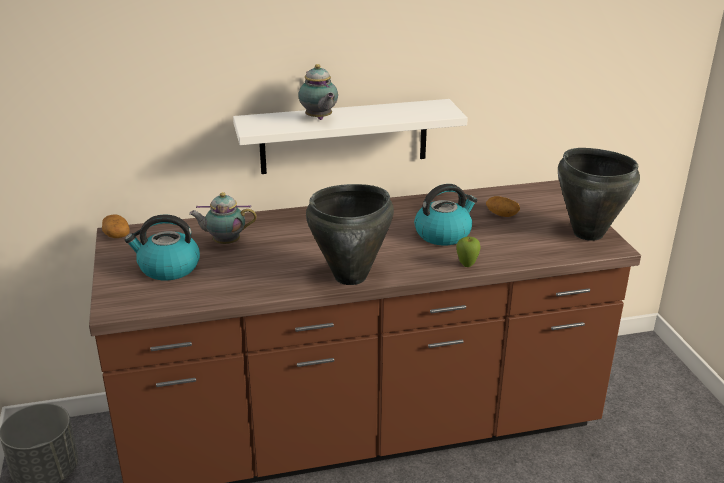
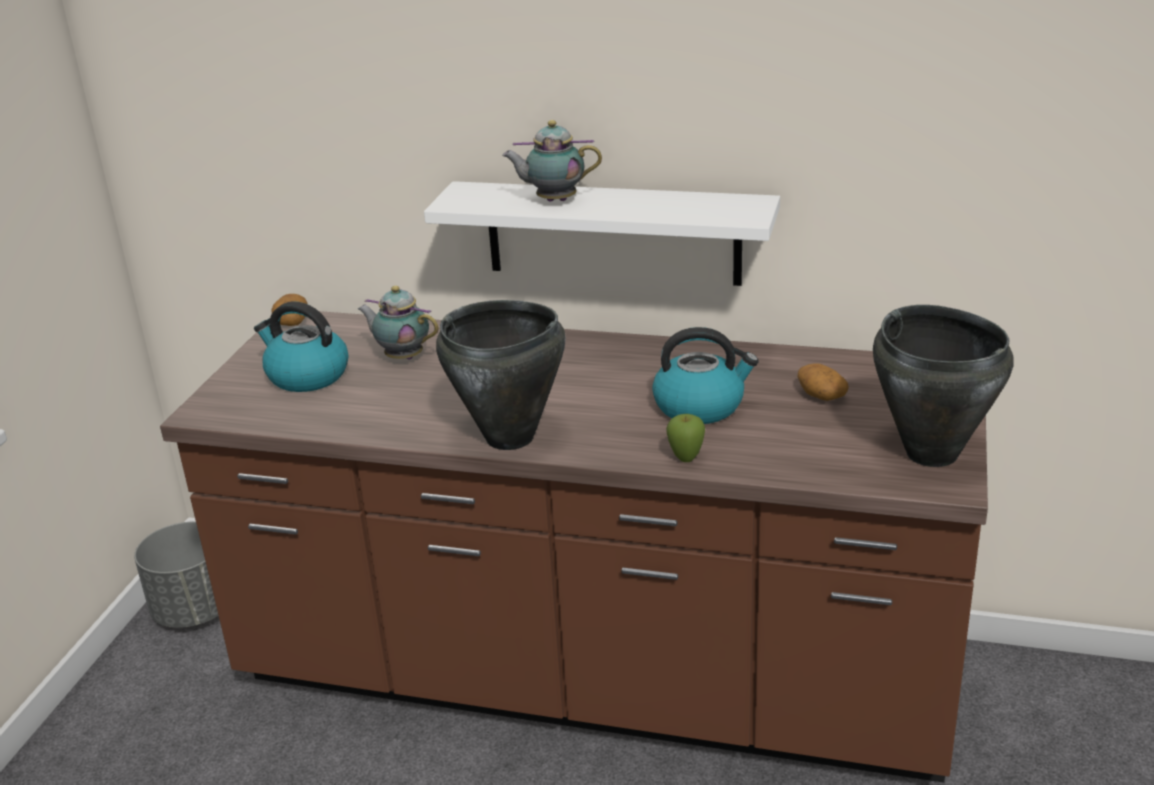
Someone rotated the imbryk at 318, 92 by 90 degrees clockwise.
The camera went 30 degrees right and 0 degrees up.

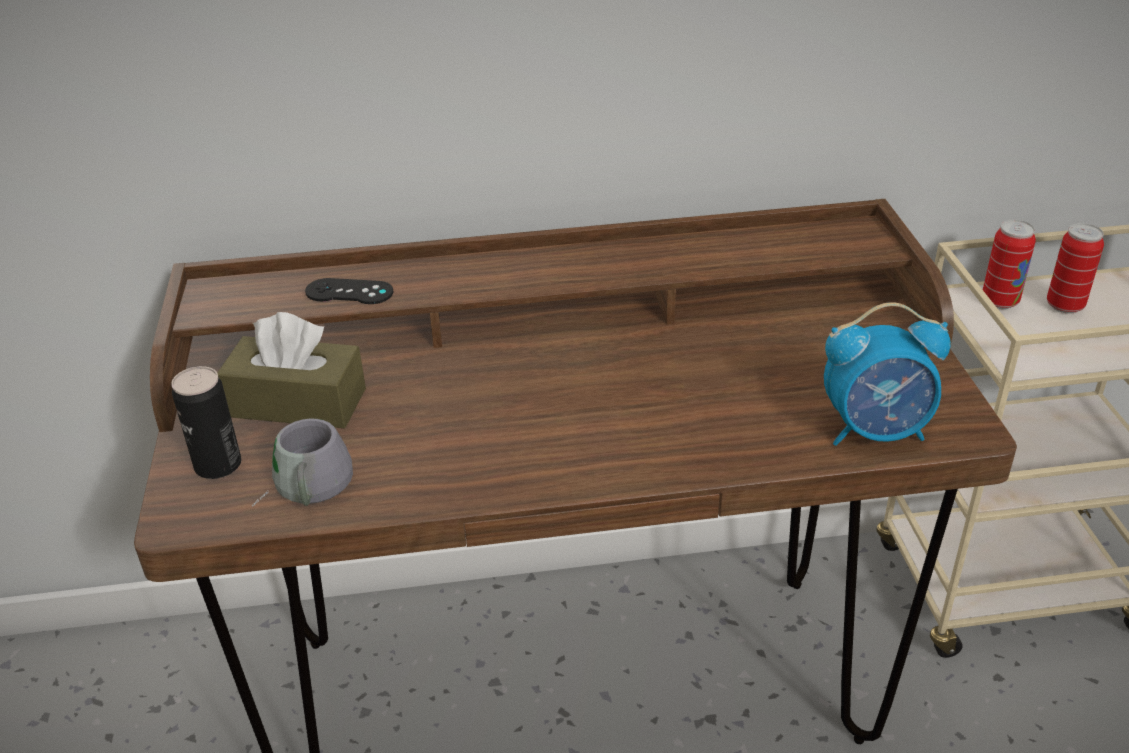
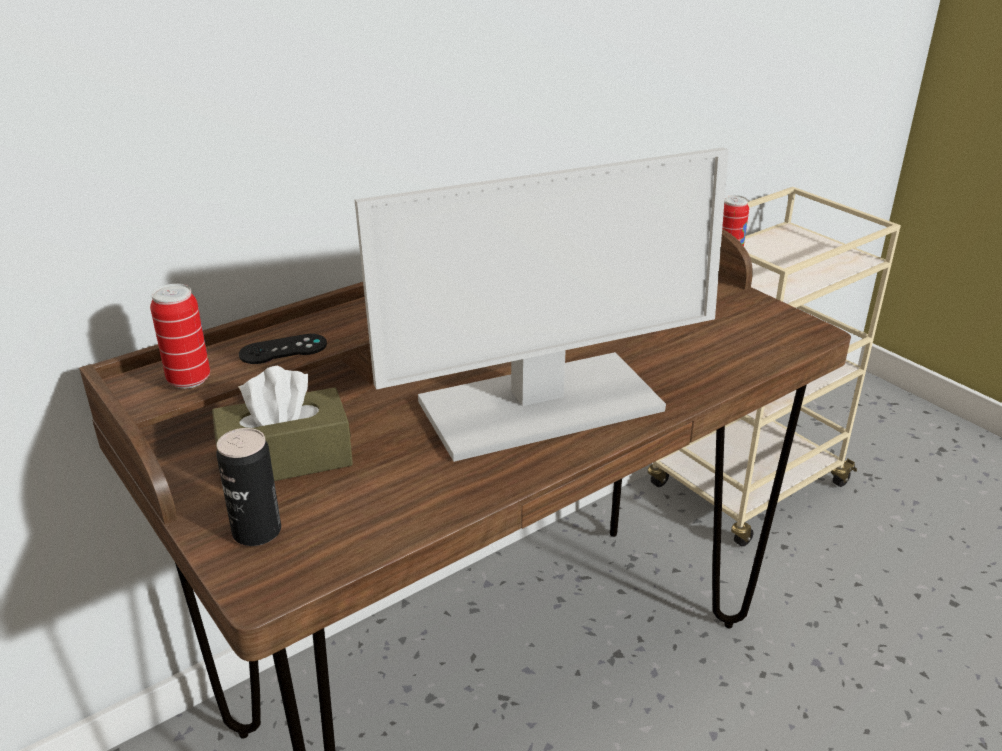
Someone carried the puszka from 1075, 268 to 180, 336.
Someone put down the monitor at 542, 304.
Someone took away the kubek [szary] at 302, 463.
Someone took away the budzik at 887, 374.
The camera went 30 degrees left and 5 degrees down.

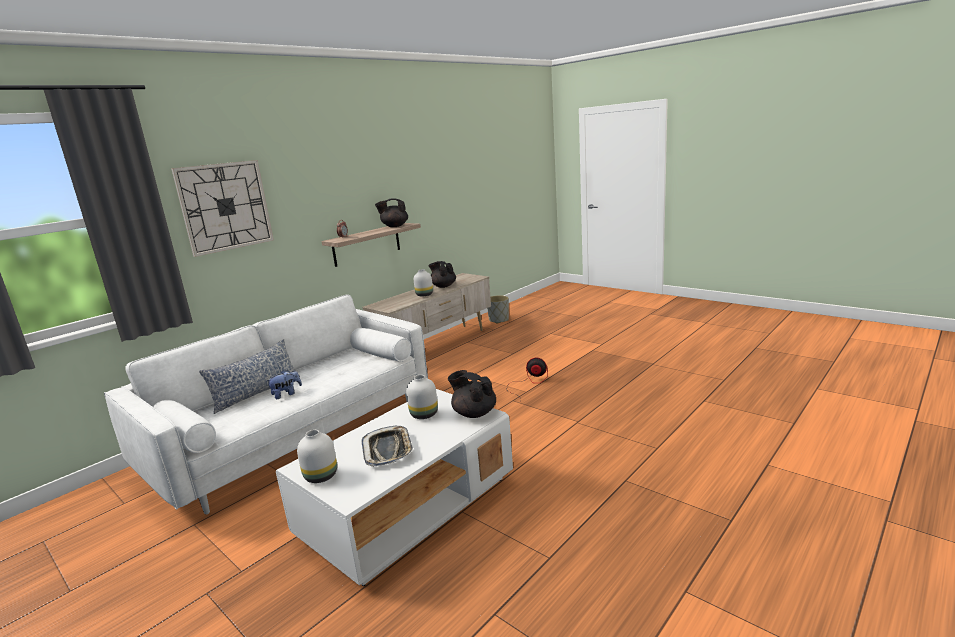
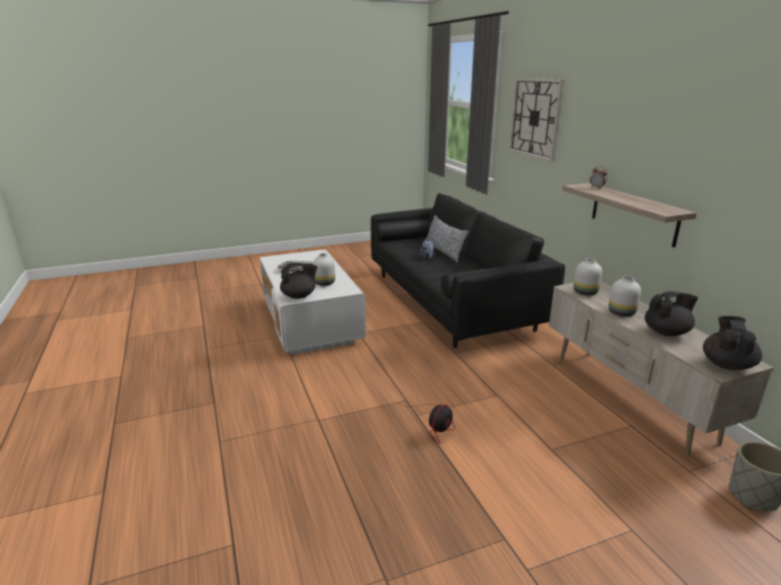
Someone repainted the kanapa [biały] at 266, 404, which became the kanapa [czarny] at 468, 270.
Someone carried the wazon [biały] from 317, 456 to 588, 277.
Someone carried the imbryk [czarny] from 391, 212 to 732, 343.
The camera went 115 degrees right and 5 degrees up.

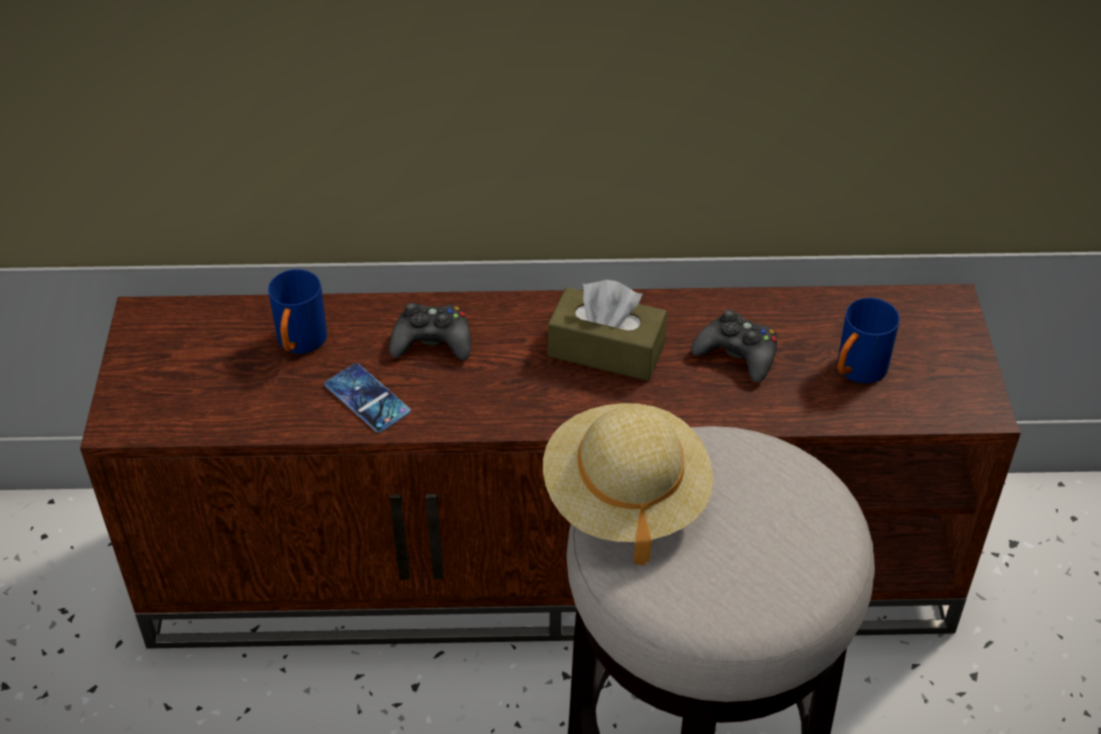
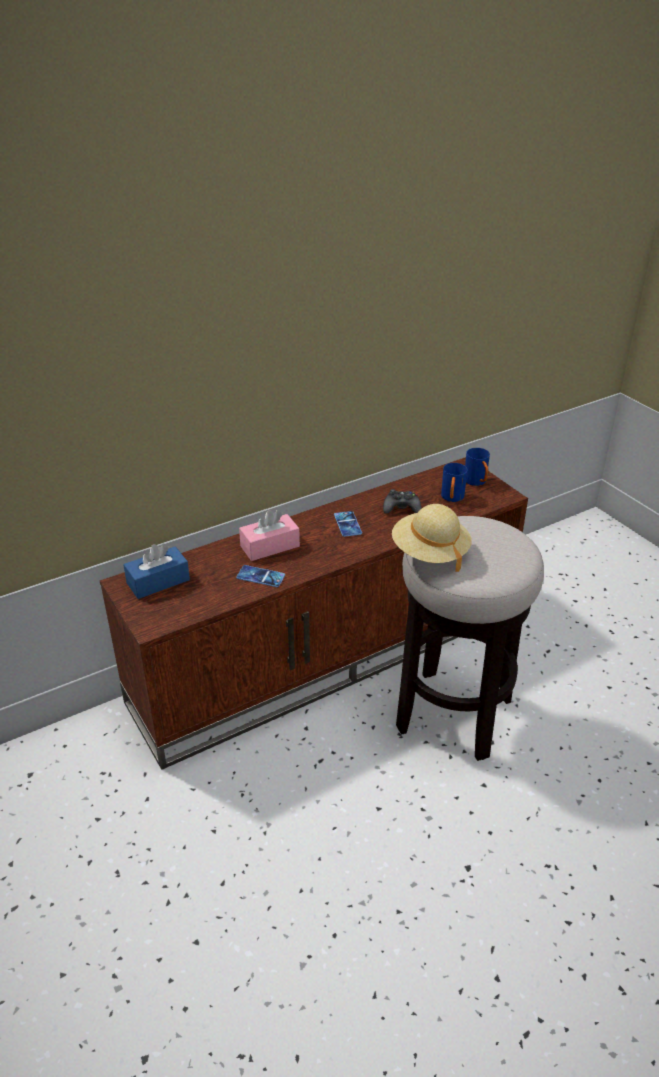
Someone put down the pudełko chusteczek [niebieski] at 157, 571.
Someone swapped the pad do gier [czarny] at 430, 331 for the pudełko chusteczek [różowy] at 269, 535.
Someone swapped the pudełko chusteczek [brązowy] at 607, 330 for the telefon at 348, 524.
Someone carried the kubek [niebieski] from 297, 311 to 477, 467.
The camera went 30 degrees left and 10 degrees down.

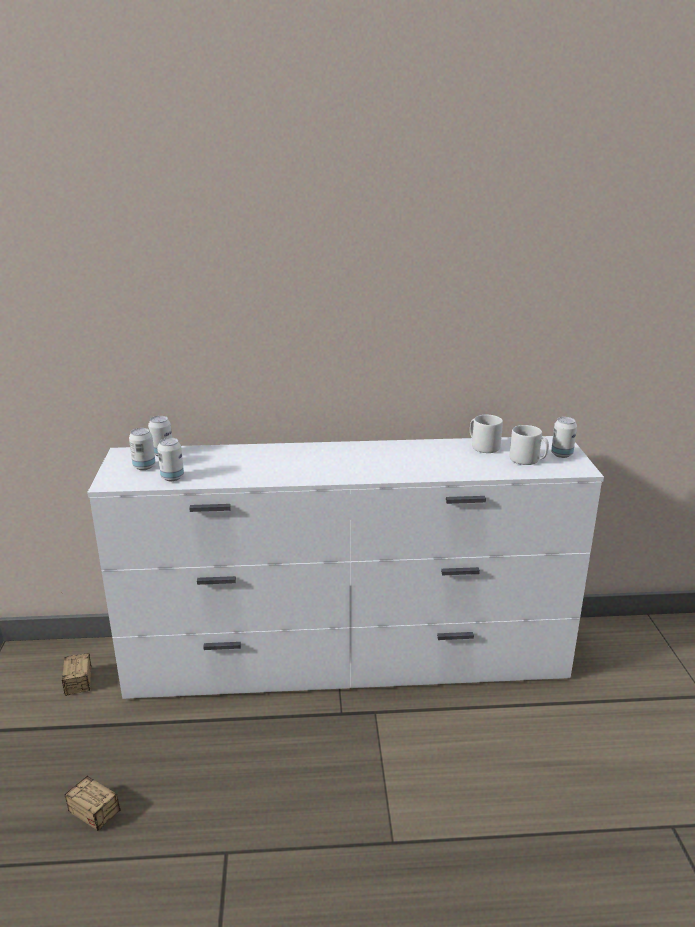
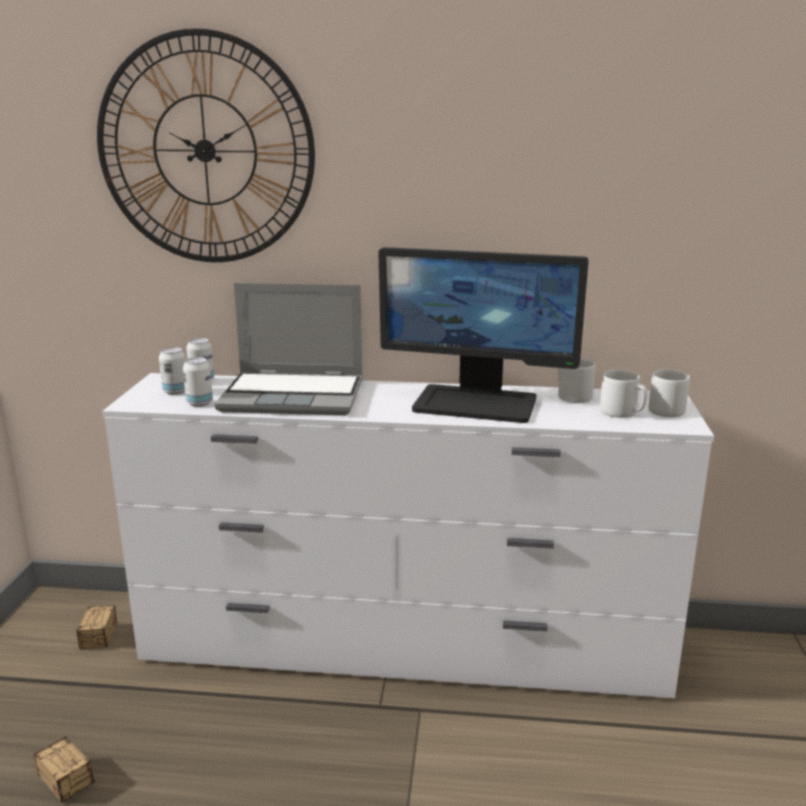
Someone put up the zegar ścienny at 206, 145.
Someone put down the laptop at 289, 349.
Someone put down the monitor at 483, 335.
Someone swapped the puszka at 564, 437 for the kubek [szary] at 669, 393.
The camera went 10 degrees right and 5 degrees down.

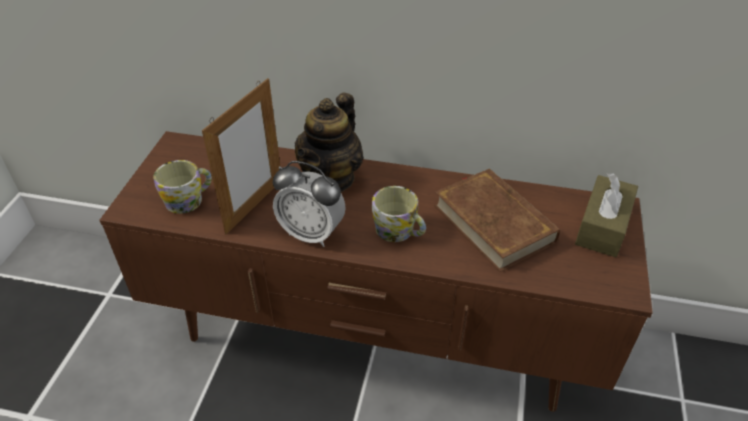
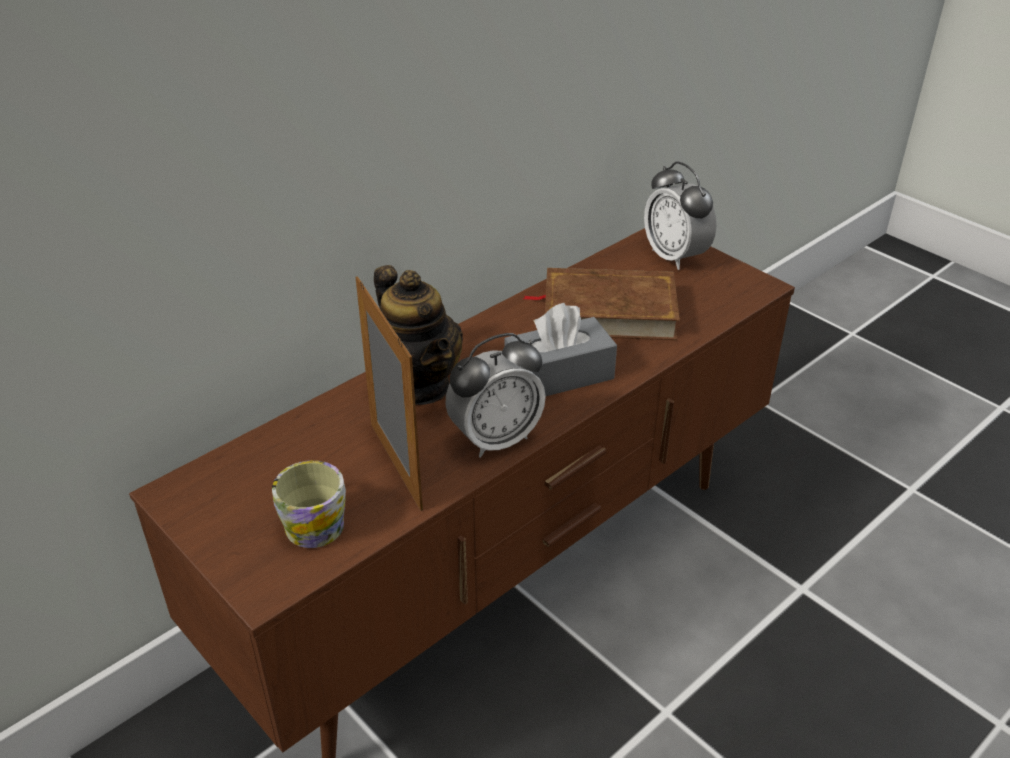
Someone swapped the kubek at 399, 214 for the pudełko chusteczek [szary] at 560, 349.
Someone swapped the pudełko chusteczek [brązowy] at 606, 215 for the budzik at 680, 216.
The camera went 55 degrees left and 5 degrees down.

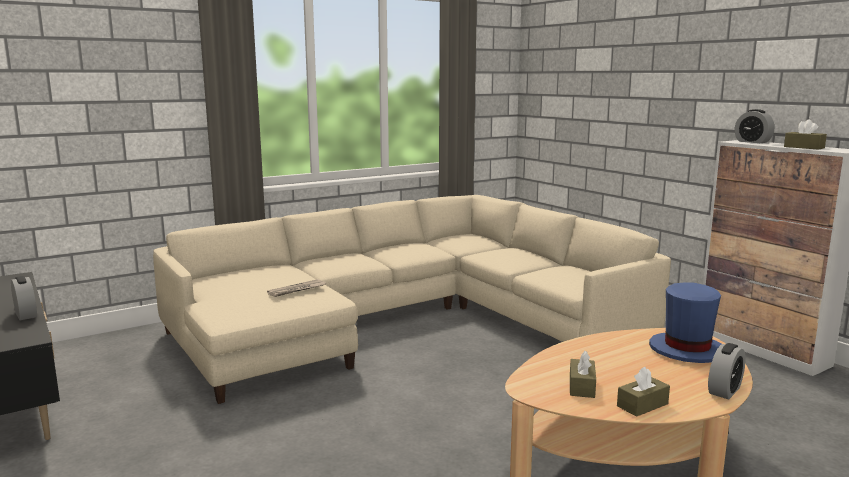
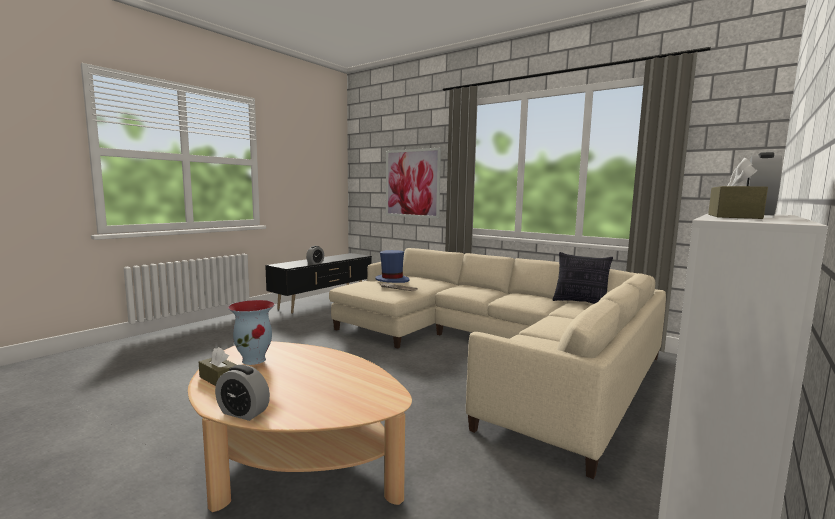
Someone swapped the pudełko chusteczek [brązowy] at 583, 374 for the wazon at 251, 332.
Someone carried the kapelusz [niebieski] from 685, 323 to 392, 266.
Someone put up the obraz at 413, 183.
Someone put down the poduszka at 582, 278.
The camera went 70 degrees right and 5 degrees down.

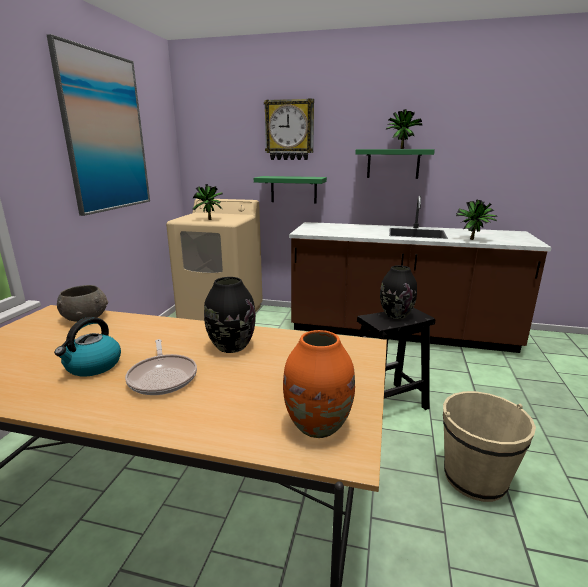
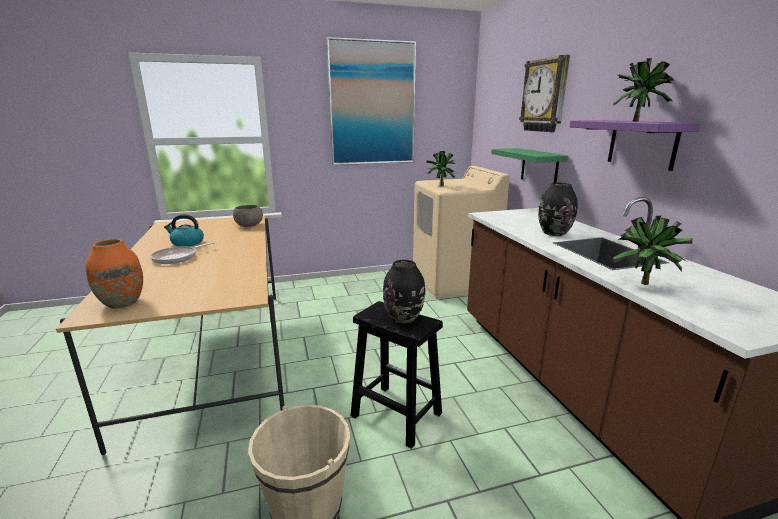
Someone carried the wazon [czarny] from 230, 315 to 558, 209.
Someone repainted the półka [zielony] at 395, 164, which became the półka [fioletowy] at 635, 145.
The camera went 60 degrees right and 0 degrees up.

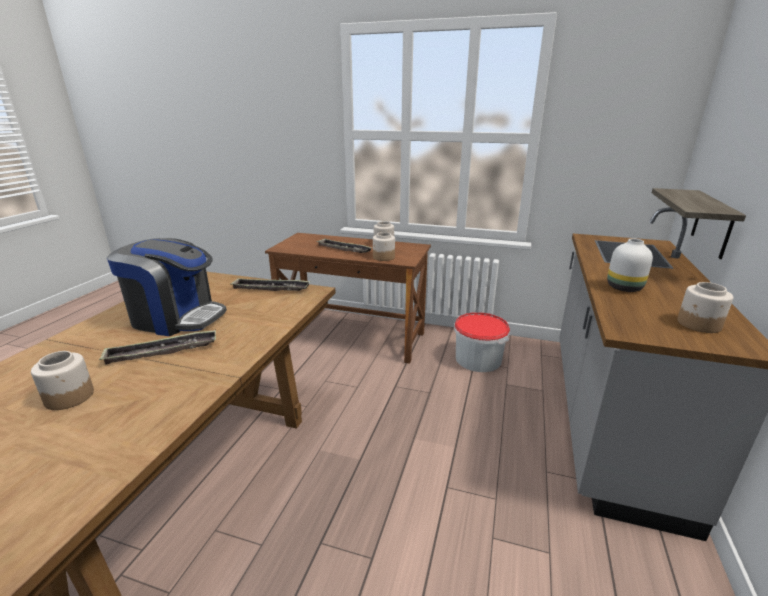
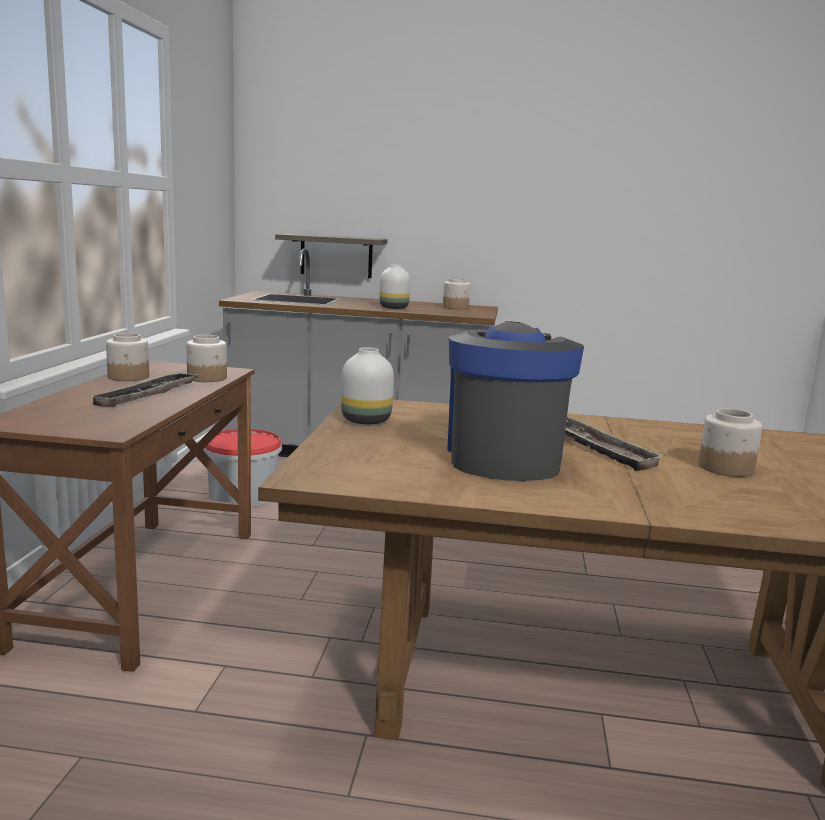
Someone swapped the taca at 271, 284 for the wazon [biały] at 367, 385.
The camera went 100 degrees left and 10 degrees down.

